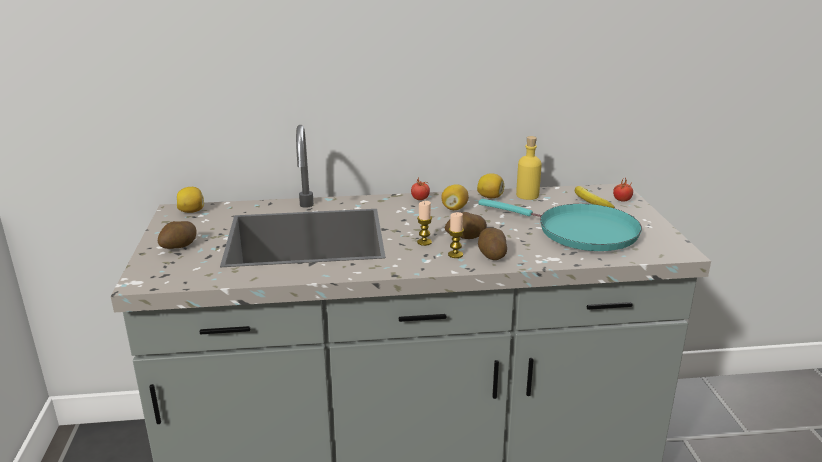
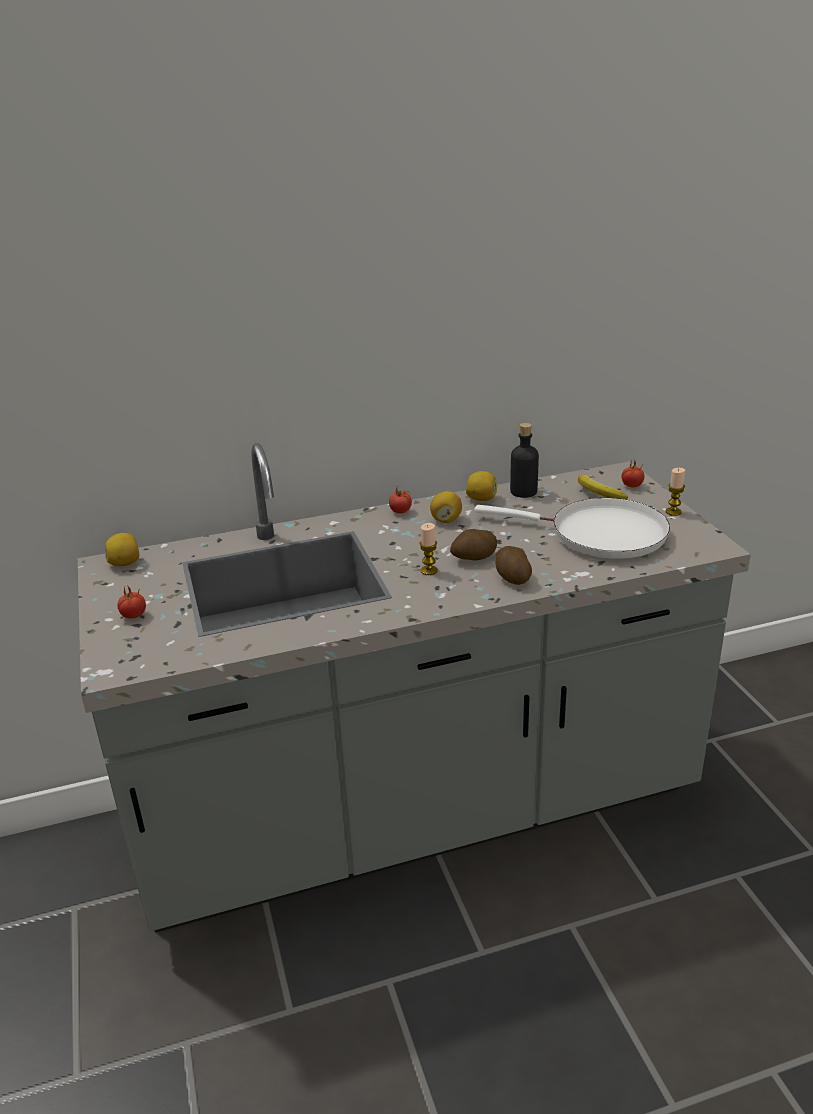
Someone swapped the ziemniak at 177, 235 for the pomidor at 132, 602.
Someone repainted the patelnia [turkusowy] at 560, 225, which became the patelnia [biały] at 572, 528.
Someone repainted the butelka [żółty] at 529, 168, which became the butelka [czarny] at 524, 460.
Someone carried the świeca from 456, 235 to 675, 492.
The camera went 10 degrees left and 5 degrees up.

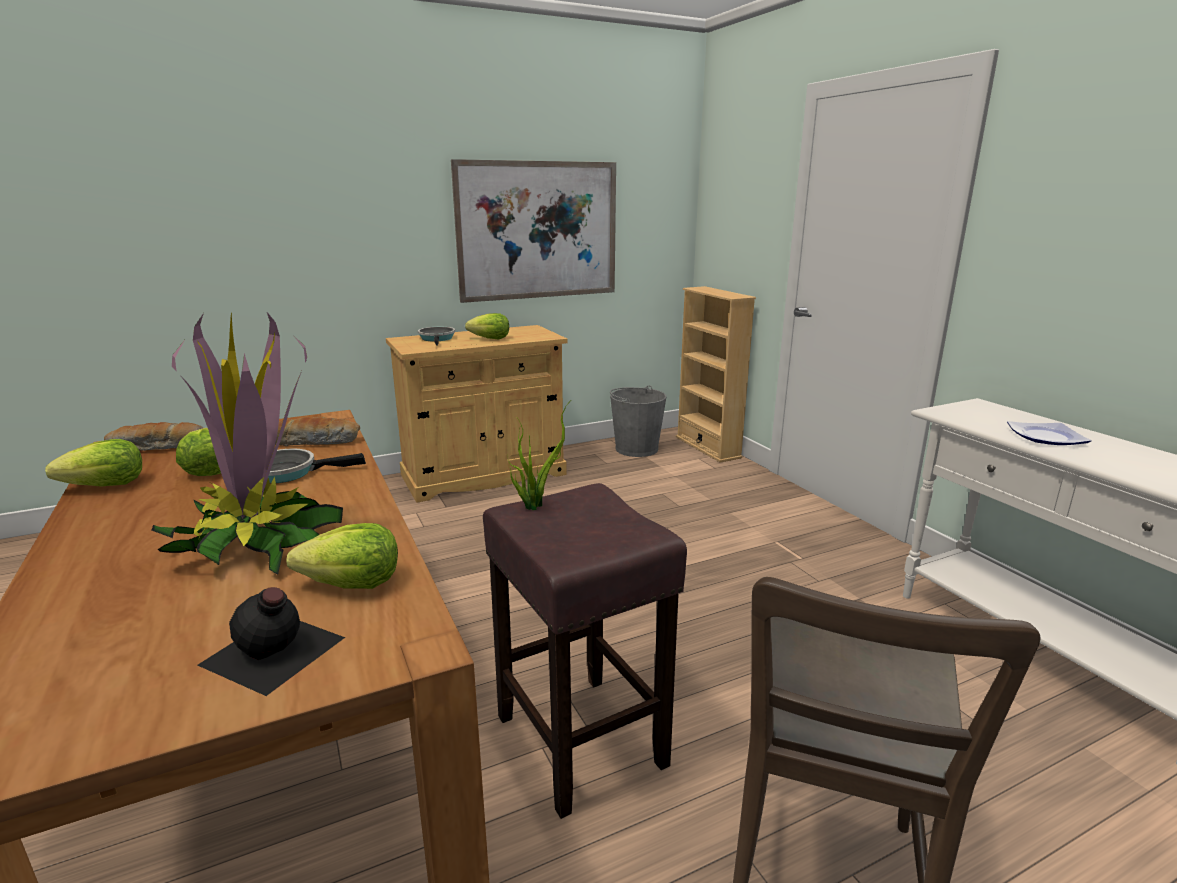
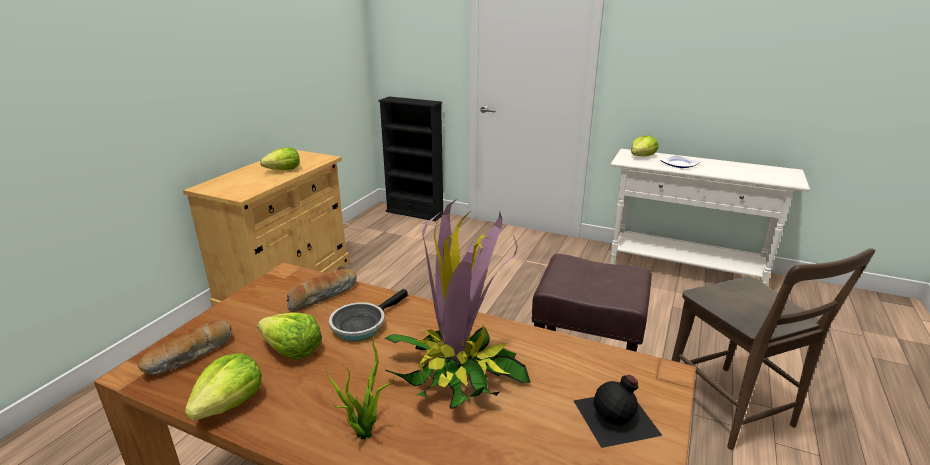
Someone carried the roślina doniczkowa from 539, 455 to 360, 381.
Someone repainted the regał [beżowy] at 716, 374, which became the regał [czarny] at 410, 159.
Someone carried the sałata from 342, 556 to 644, 146.
Someone took away the patelnia at 436, 336.
Someone took away the obraz at 533, 231.
Someone took away the wiadro [szary] at 638, 421.
The camera went 40 degrees left and 5 degrees up.

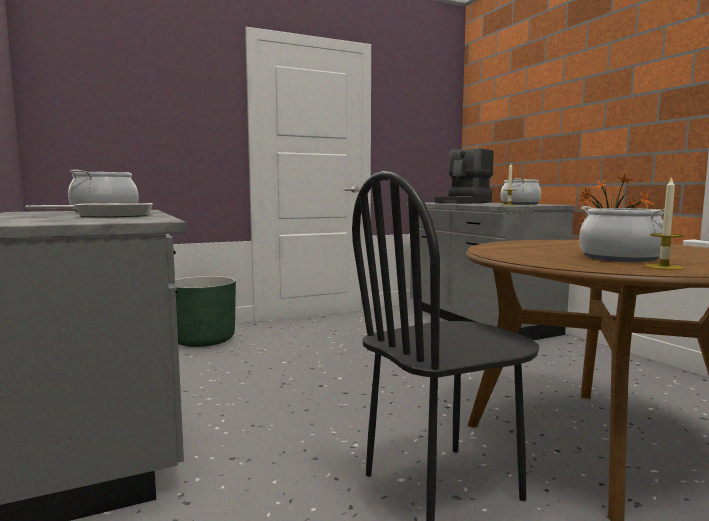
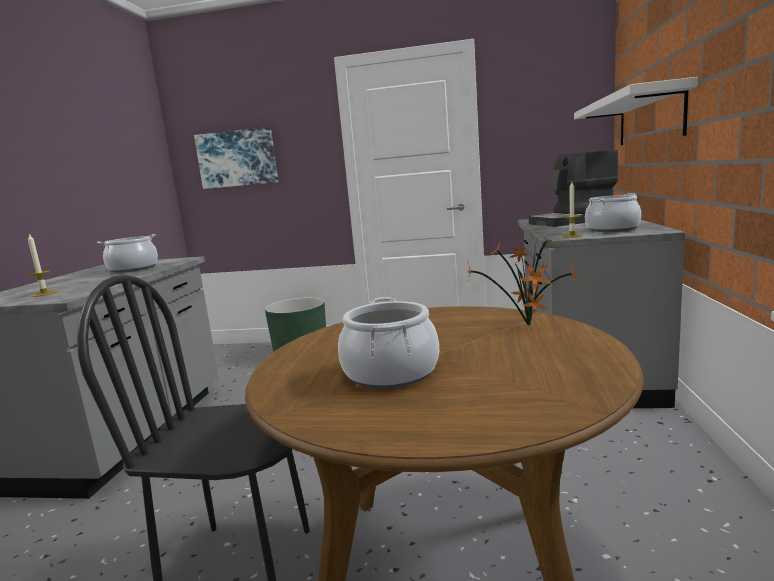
Someone carried the świeca from 664, 223 to 42, 265.
Someone put up the obraz at 236, 158.
Someone put up the półka [biały] at 636, 111.
Someone took away the patelnia at 89, 210.
The camera went 35 degrees right and 5 degrees up.

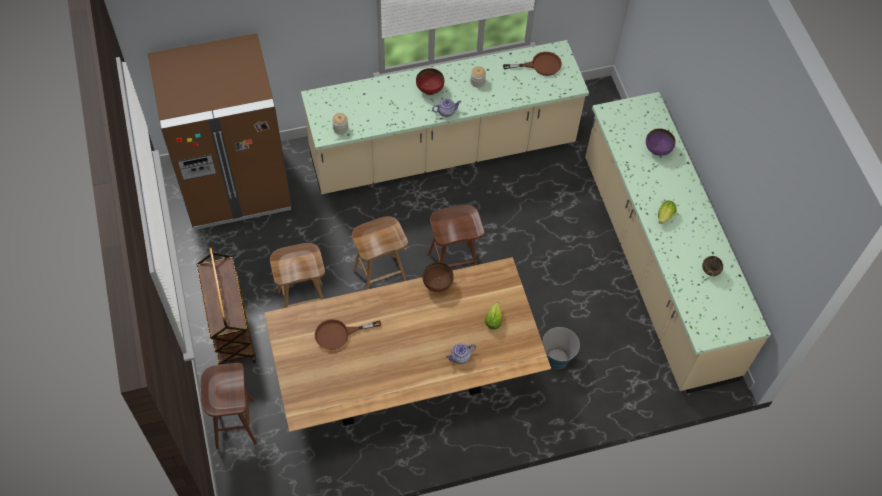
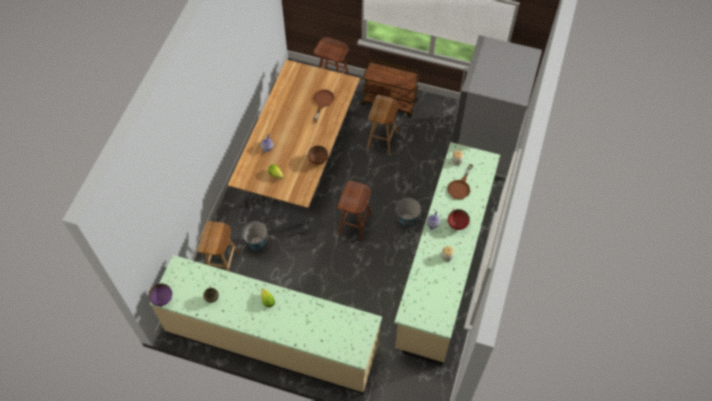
Someone carried the miska [fioletowy] from 661, 142 to 160, 294.
Someone carried the stołek [brązowy] from 380, 253 to 218, 246.
Someone put down the wiadro at 408, 212.
Someone carried the patelnia [brązowy] from 532, 64 to 460, 181.
Someone repainted the lodówka [brązowy] at 220, 131, which became the lodówka [szary] at 497, 107.
The camera went 125 degrees right and 0 degrees up.

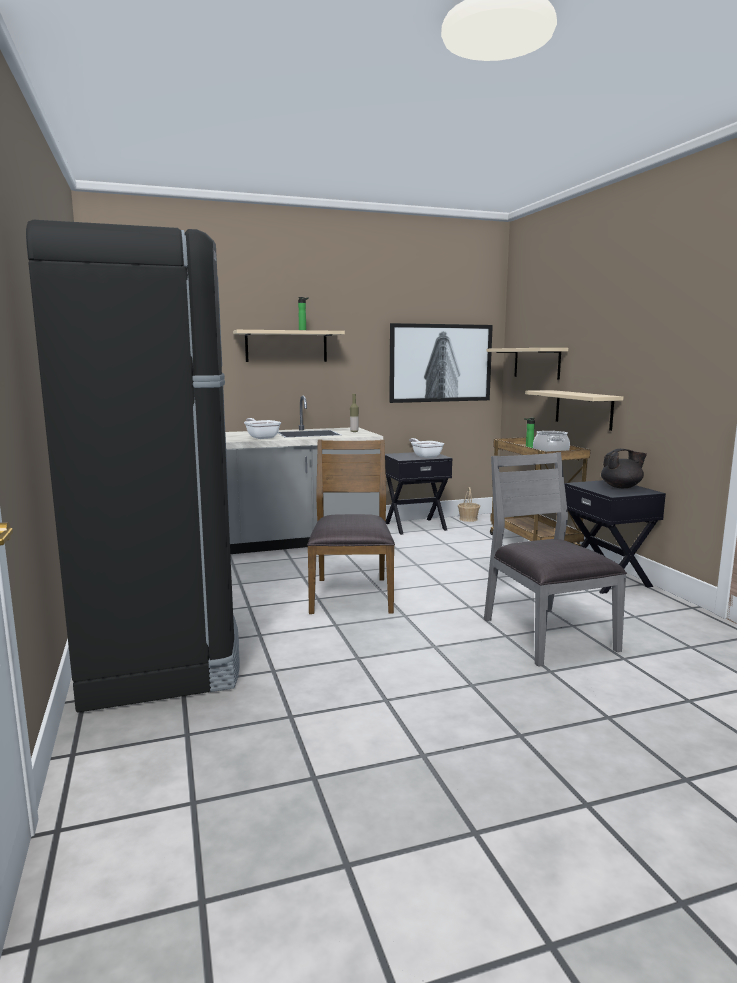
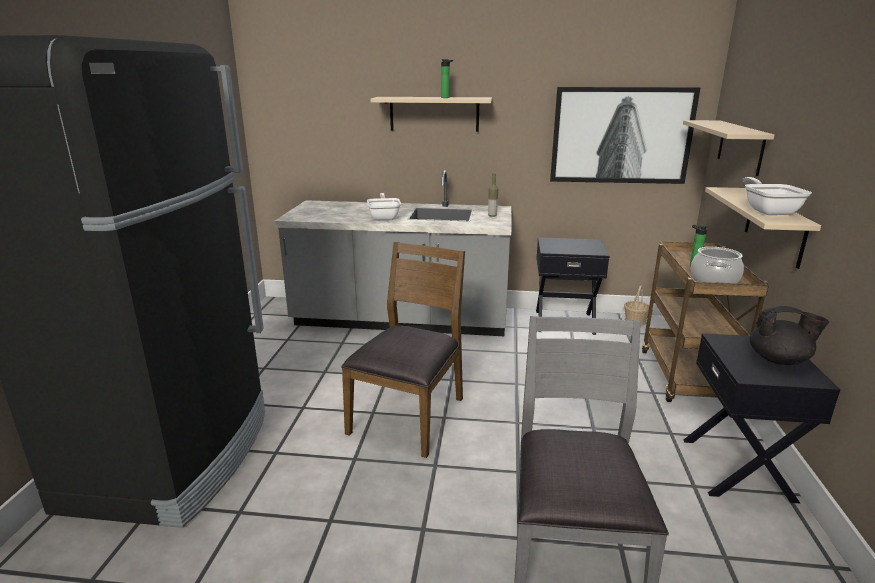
Someone carried the patelnia from 426, 448 to 777, 196.
The camera went 25 degrees right and 10 degrees up.

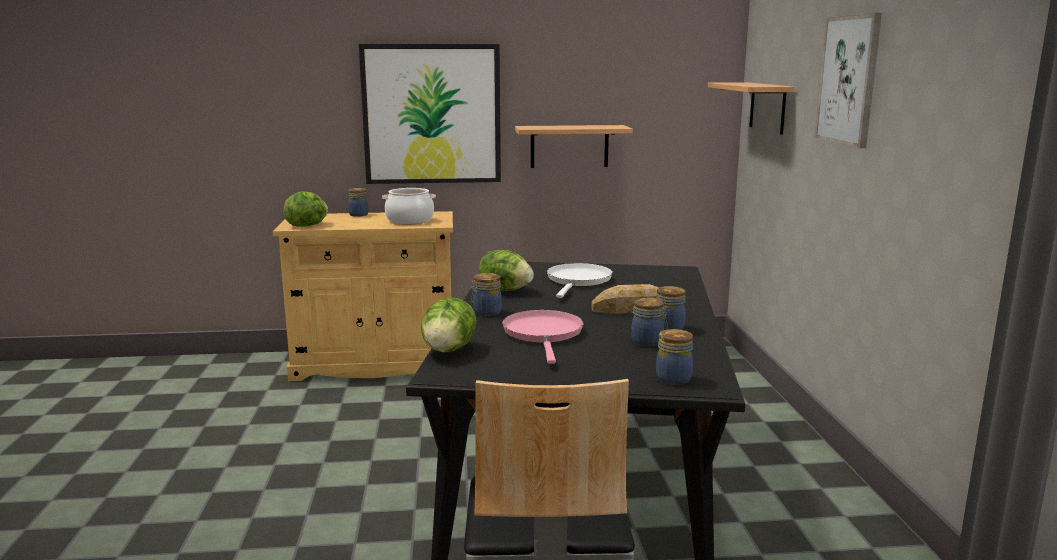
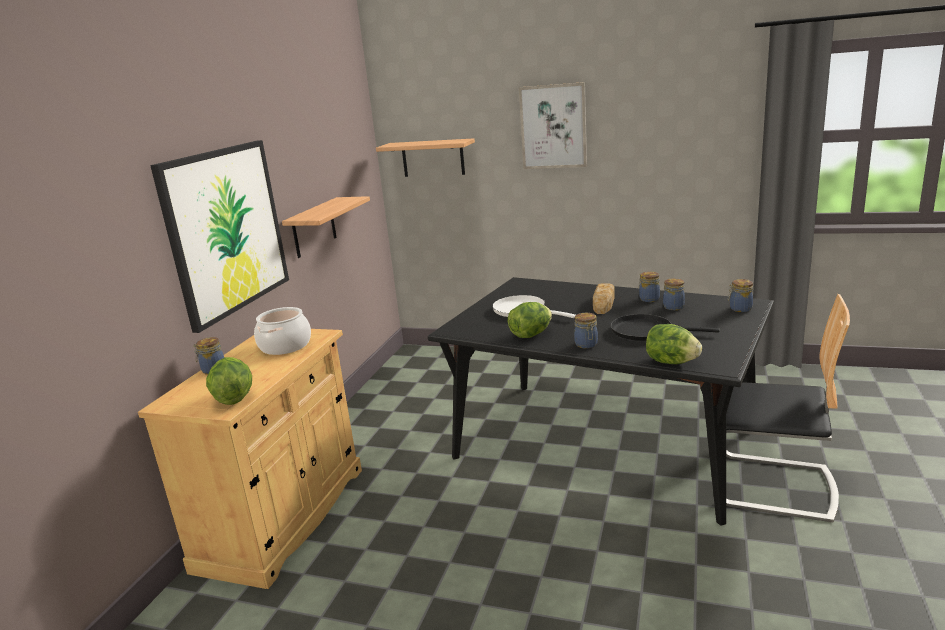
Someone repainted the patelnia [różowy] at 542, 337, which became the patelnia [czarny] at 665, 327.
The camera went 65 degrees left and 5 degrees up.

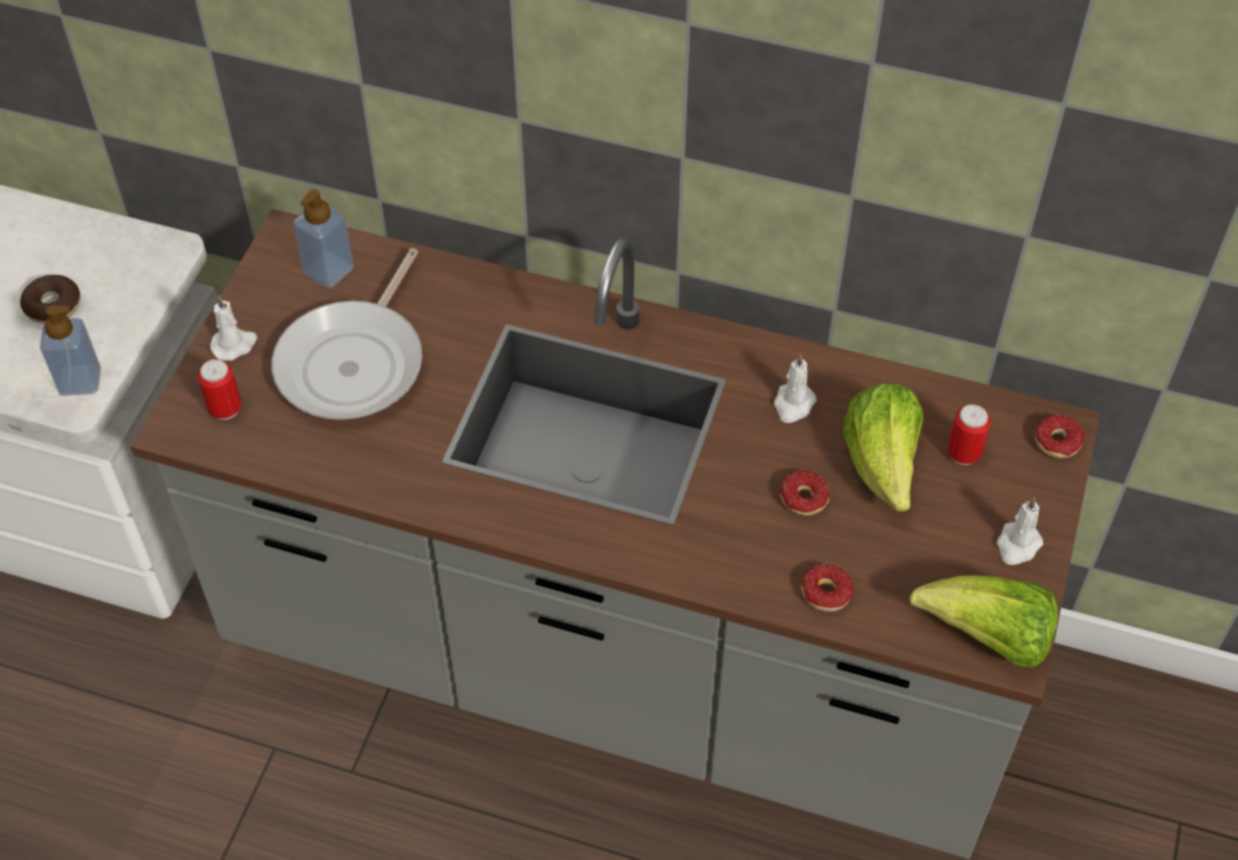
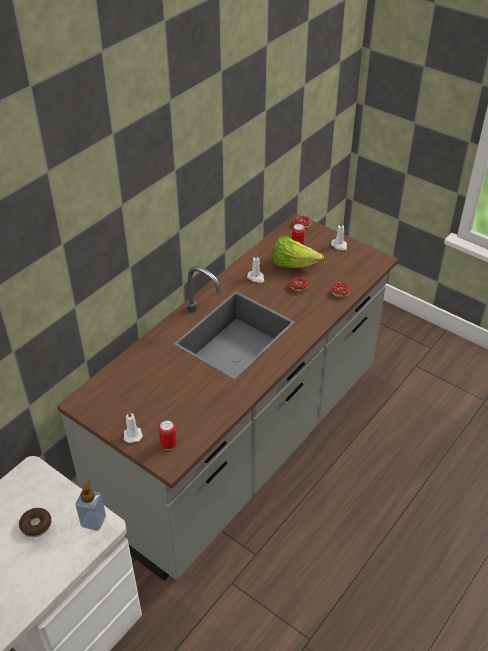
Someone took away the patelnia at 346, 334.
Someone took away the dozownik mydła at 323, 238.
Someone took away the sałata at 984, 621.
The camera went 70 degrees left and 10 degrees down.

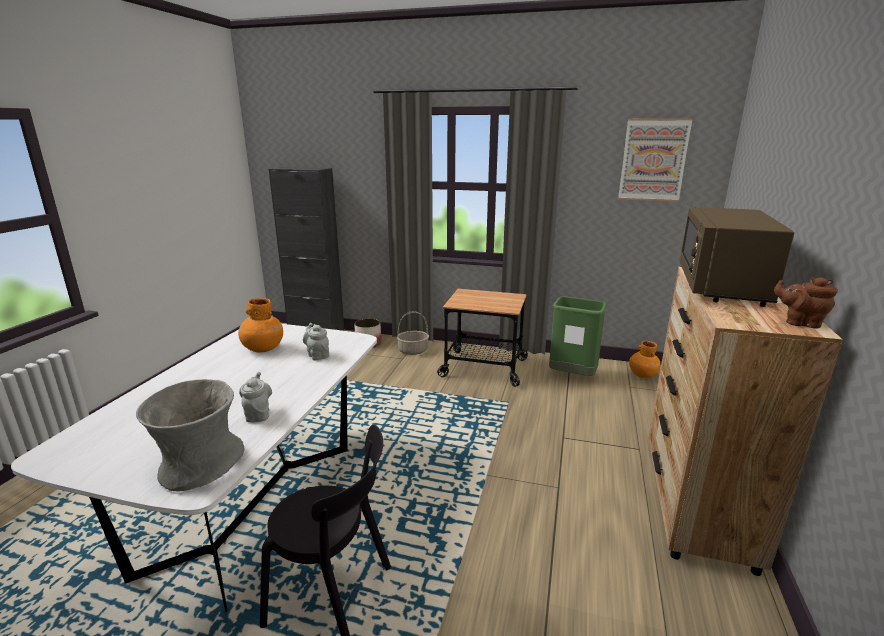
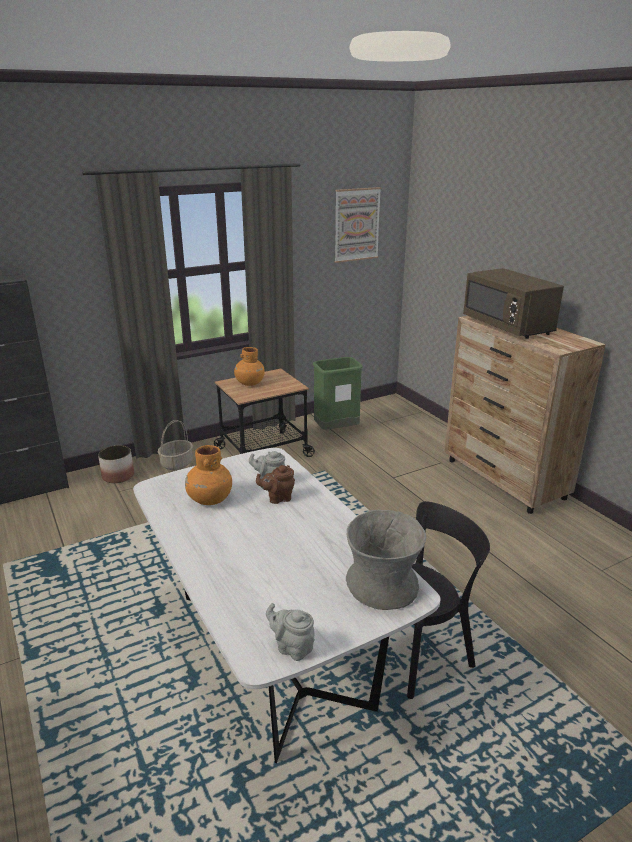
Someone carried the wazon [pomarańczowy] from 645, 359 to 249, 366.
Someone carried the imbryk [brązowy] from 806, 303 to 275, 484.
Someone carried the imbryk [szary] from 255, 397 to 290, 632.
The camera went 45 degrees left and 5 degrees up.

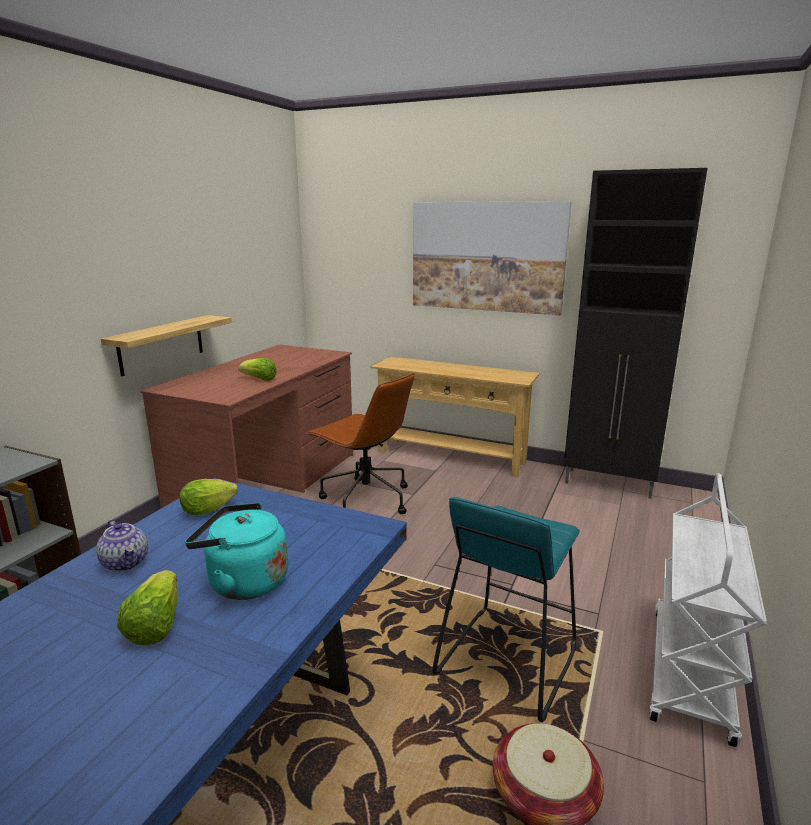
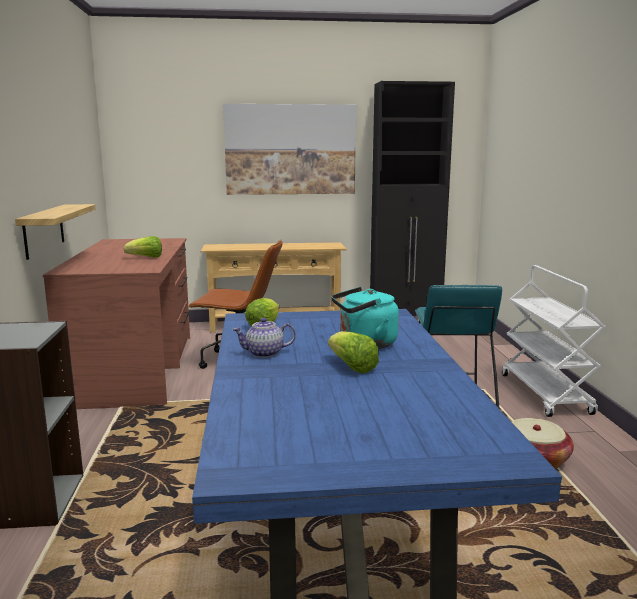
Someone rotated the imbryk at 122, 545 by 150 degrees clockwise.
The camera went 30 degrees left and 5 degrees down.

